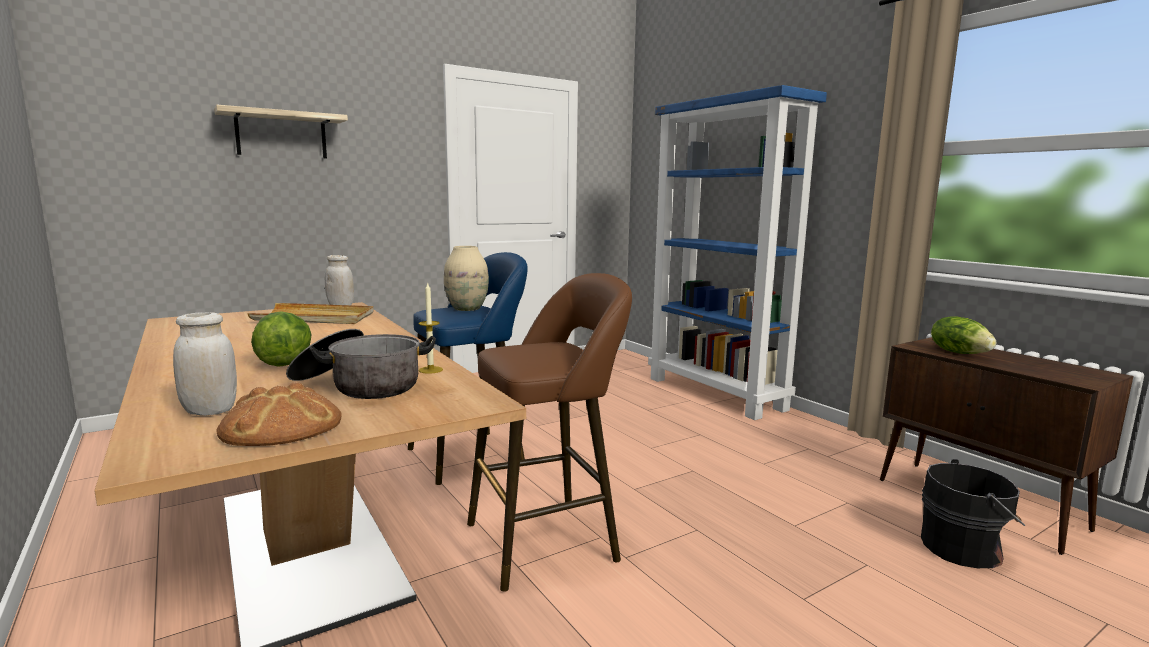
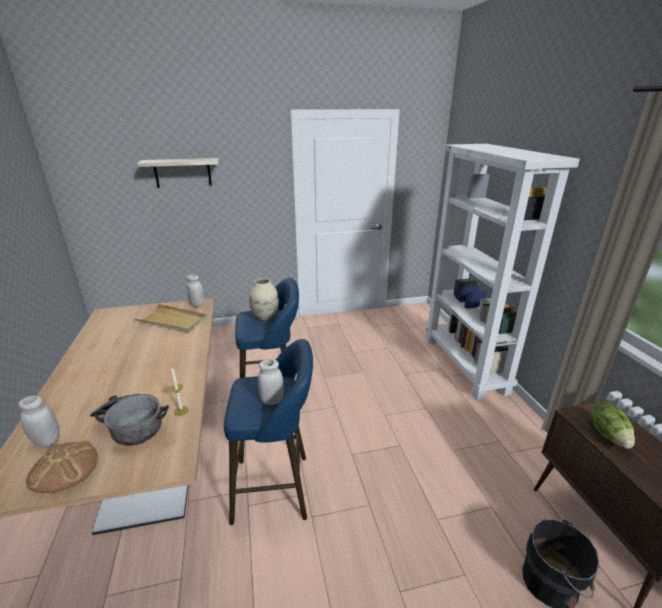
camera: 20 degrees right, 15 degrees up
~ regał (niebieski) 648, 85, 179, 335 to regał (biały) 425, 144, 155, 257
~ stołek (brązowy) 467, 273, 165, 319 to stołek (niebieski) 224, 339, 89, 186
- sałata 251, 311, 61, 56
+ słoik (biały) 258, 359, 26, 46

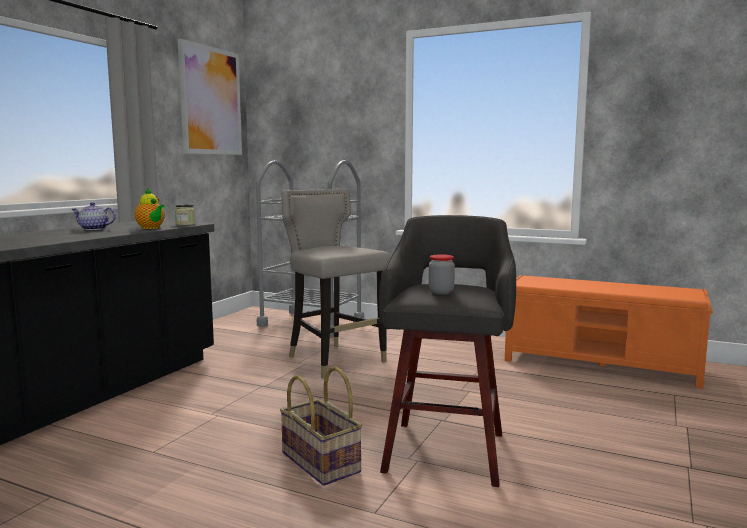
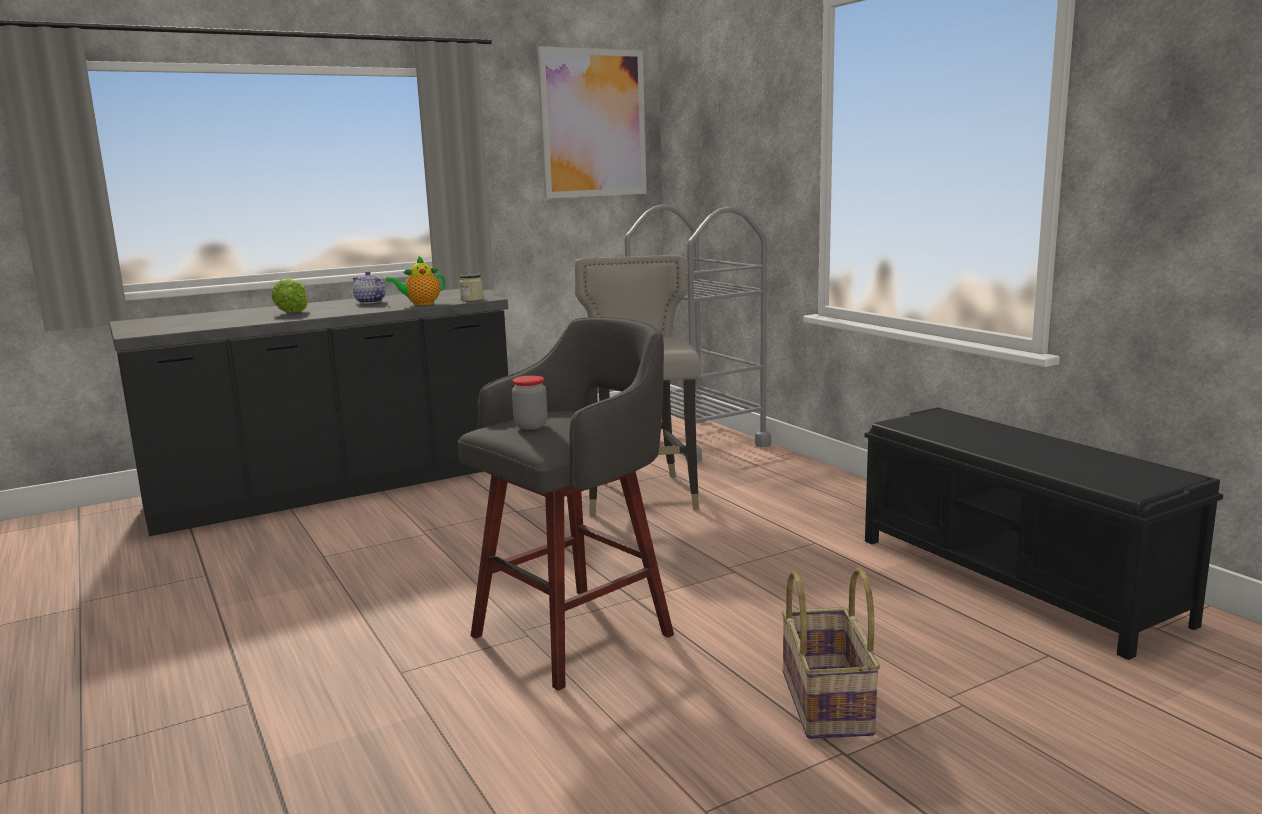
camera: 35 degrees right, 5 degrees up
~ imbryk 135, 188, 30, 41 = 386, 256, 60, 50 75 degrees clockwise
~ ławka (pomarańczowy) 505, 275, 208, 114 to ławka (czarny) 865, 407, 358, 253
~ koszyk 280, 366, 83, 120 to 781, 567, 99, 172
+ sałata 272, 279, 36, 34

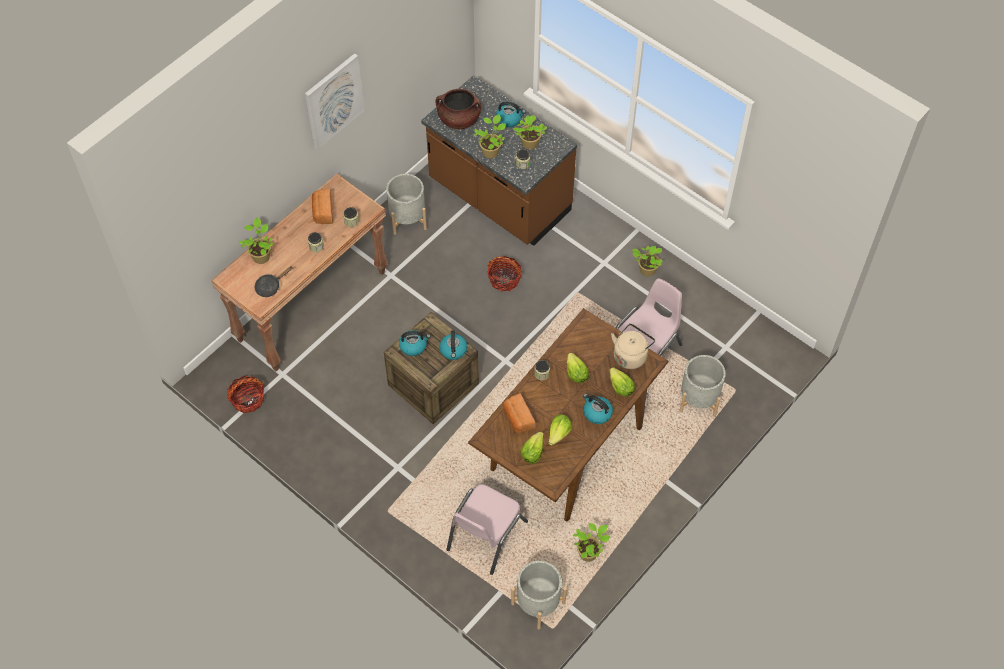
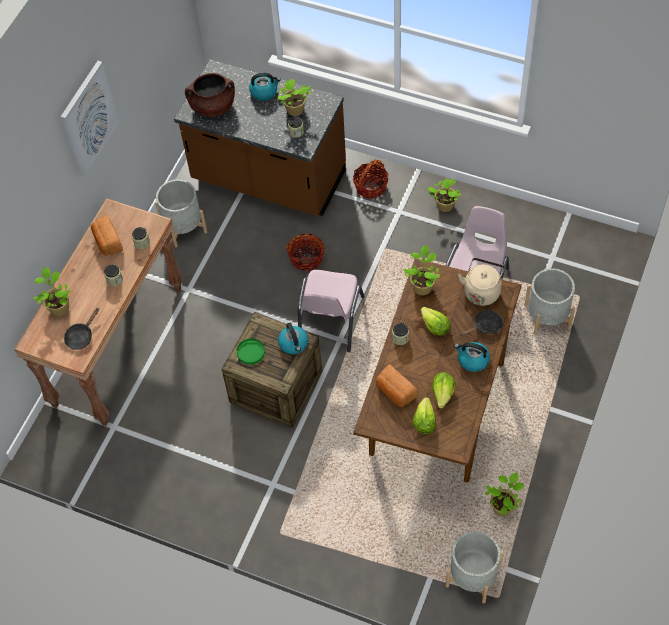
camera: 15 degrees left, 0 degrees up
~ roślina doniczkowa 474, 114, 32, 44 to 403, 245, 37, 50
~ czajnik 399, 330, 32, 26 to talerz (zielony) 237, 338, 28, 27
~ sałata 610, 367, 25, 29 to patelnia (czarny) 460, 310, 43, 26
~ koszyk 227, 375, 37, 38 to 353, 160, 36, 39
~ krzesło (różowy) 446, 484, 82, 91 to 298, 270, 67, 82

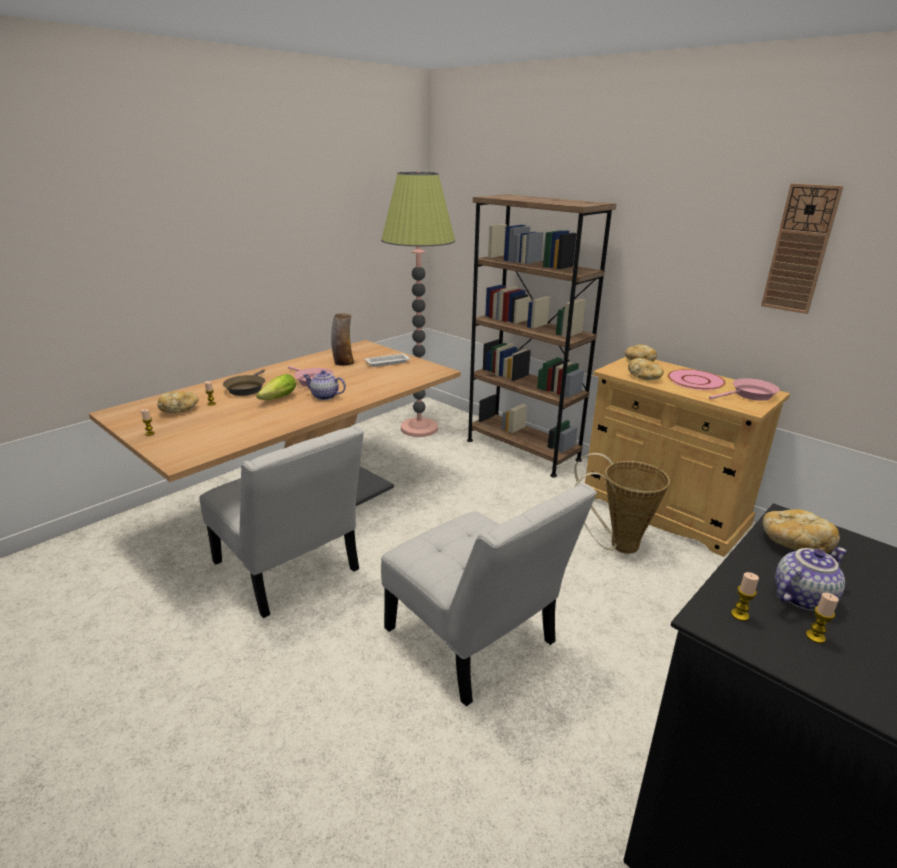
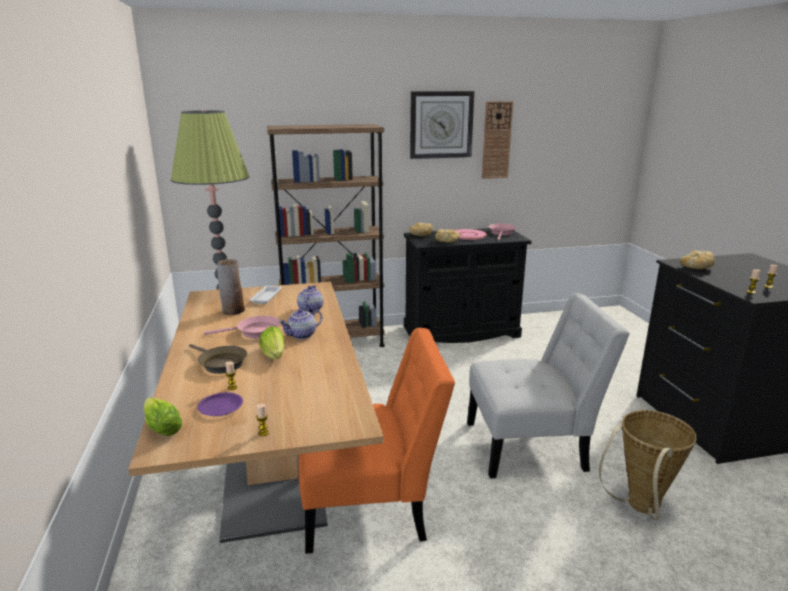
camera: 55 degrees left, 5 degrees down
~ szafka (beżowy) 583, 357, 207, 200 to szafka (czarny) 404, 228, 128, 115
~ chleb 157, 391, 42, 22 to talerz (fioletowy) 197, 392, 46, 24
~ krzesło (biały) 199, 425, 165, 193 to krzesło (pomarańczowy) 299, 328, 156, 226
~ koszyk 574, 453, 96, 101 to 599, 410, 98, 111
~ imbryk 775, 547, 71, 64 to 297, 285, 26, 28
+ zegar ścienny 410, 91, 64, 68
+ sałata 143, 397, 39, 39

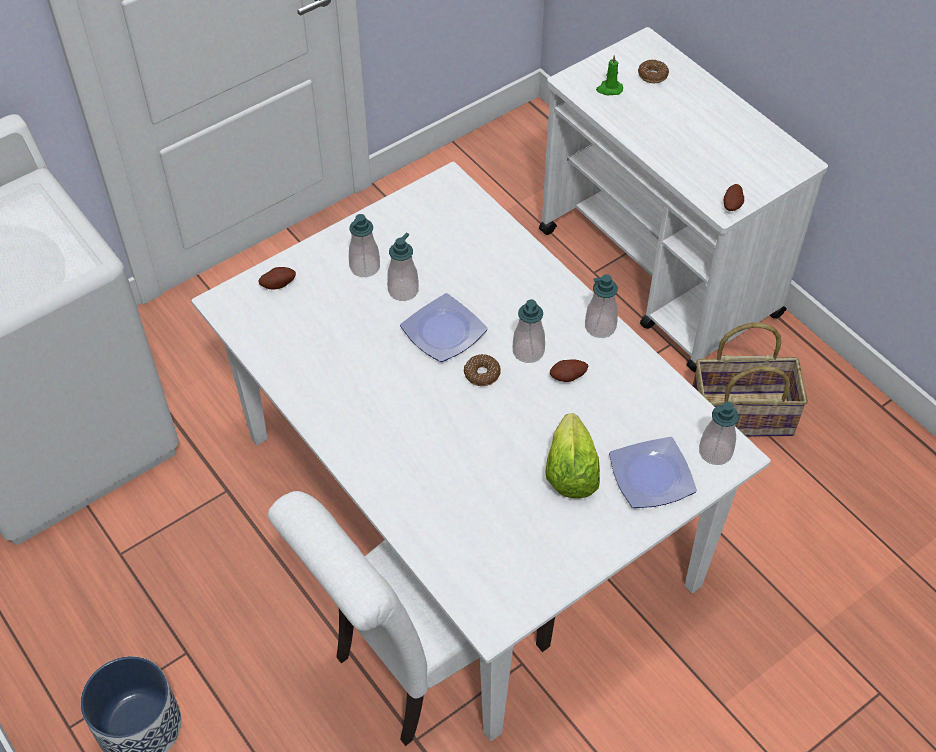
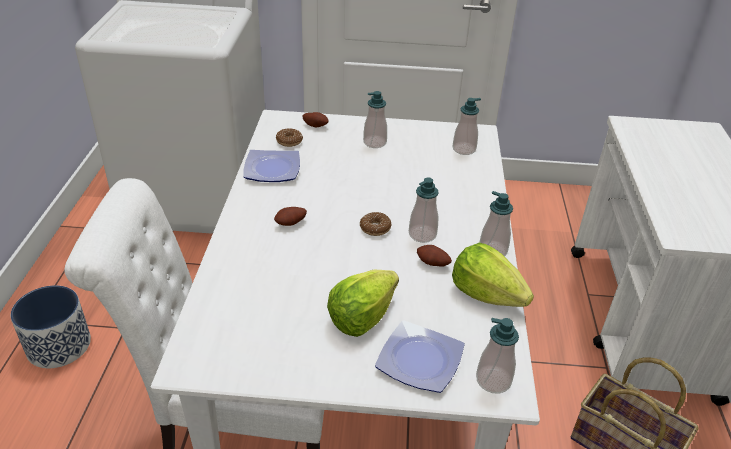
camera: 40 degrees right, 15 degrees down
- świeca (zielony) 596, 55, 27, 41
~ donut 638, 59, 31, 24 to 276, 128, 27, 19
~ ziemniak 724, 184, 20, 27 to 274, 207, 33, 19
~ dozownik mydła 387, 233, 32, 68 to 453, 98, 28, 57
~ talerz 400, 293, 88, 69 to 244, 150, 56, 32
+ sałata 452, 243, 82, 64

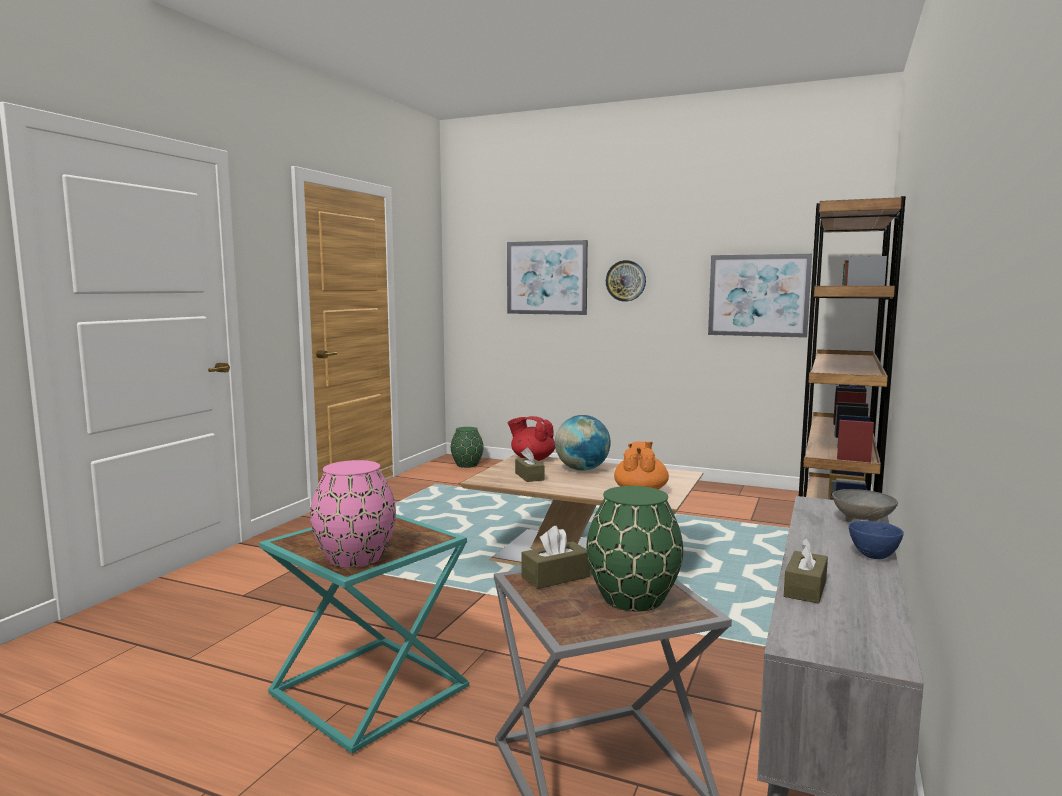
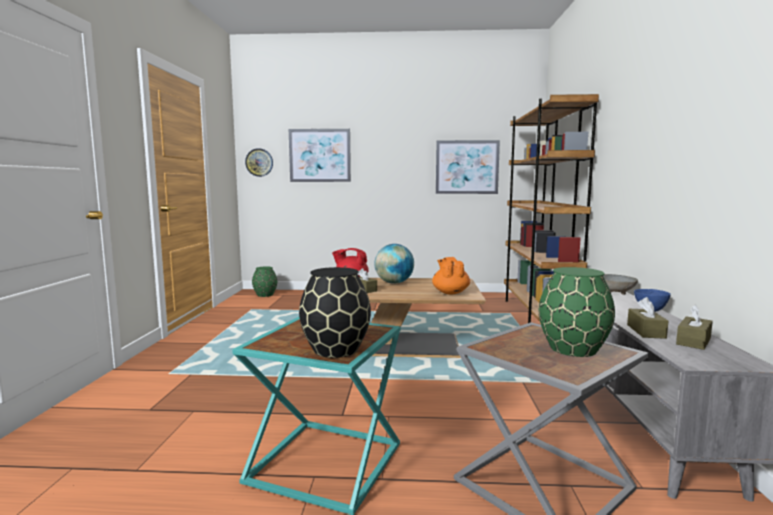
camera: 20 degrees left, 0 degrees up
~ zegar ścienny 606, 260, 40, 41 to 245, 148, 28, 29
~ wazon (różowy) 310, 460, 86, 108 to wazon (czarny) 299, 267, 72, 91
~ pudełko chusteczek (brązowy) 521, 526, 69, 63 to 676, 305, 37, 45

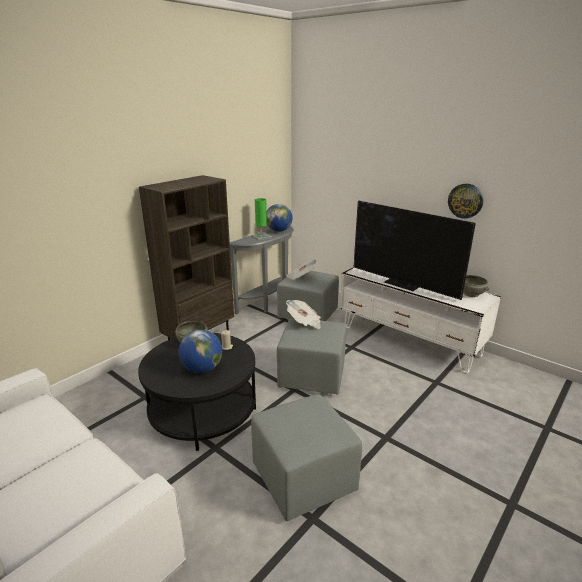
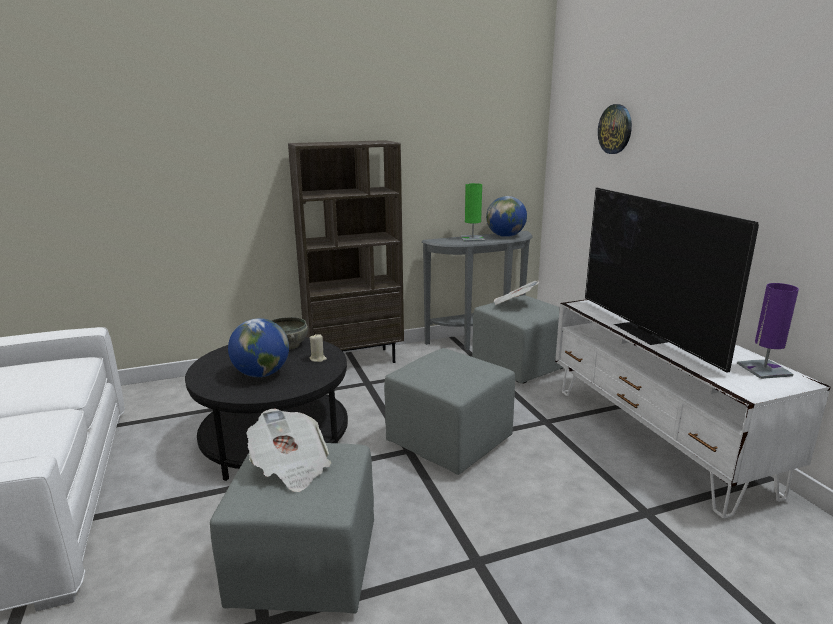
camera: 30 degrees right, 5 degrees down
~ zegar ścienny 448, 184, 35, 35 to 598, 104, 34, 50
~ miska (szary) 463, 275, 26, 22 to lampa stołowa (fioletowy) 737, 283, 62, 96
~ gazeta 286, 300, 35, 29 to 246, 408, 85, 84

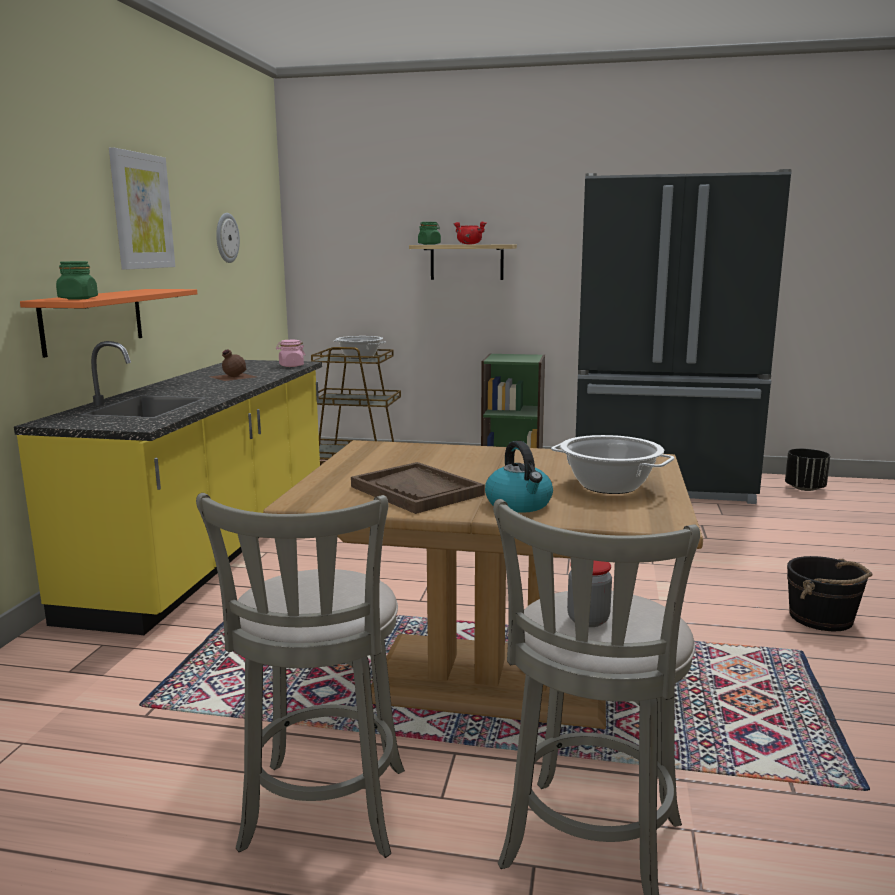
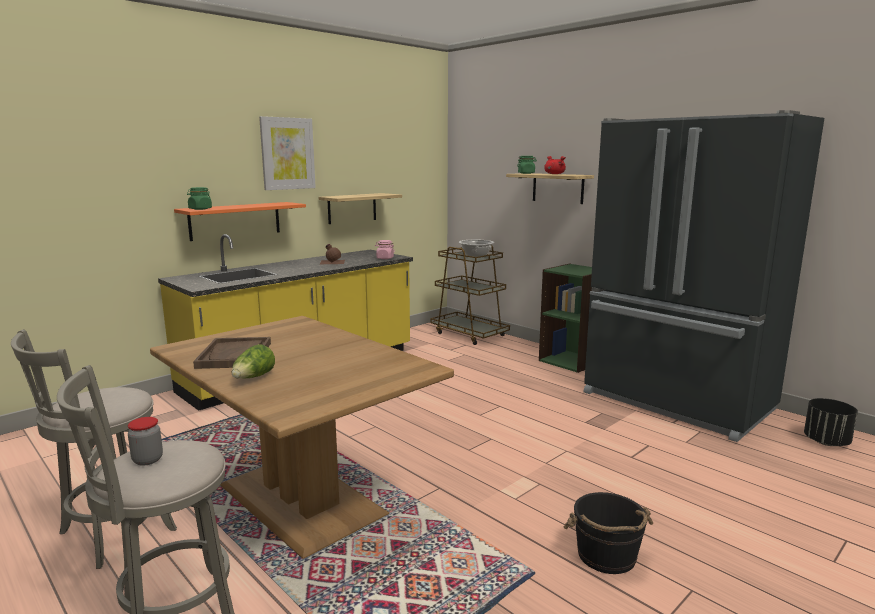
camera: 35 degrees right, 0 degrees up
- zegar ścienny 216, 213, 24, 50
- garnek 551, 435, 124, 59
~ czajnik 485, 441, 68, 72 to sałata 232, 344, 43, 34
+ półka 319, 193, 83, 31

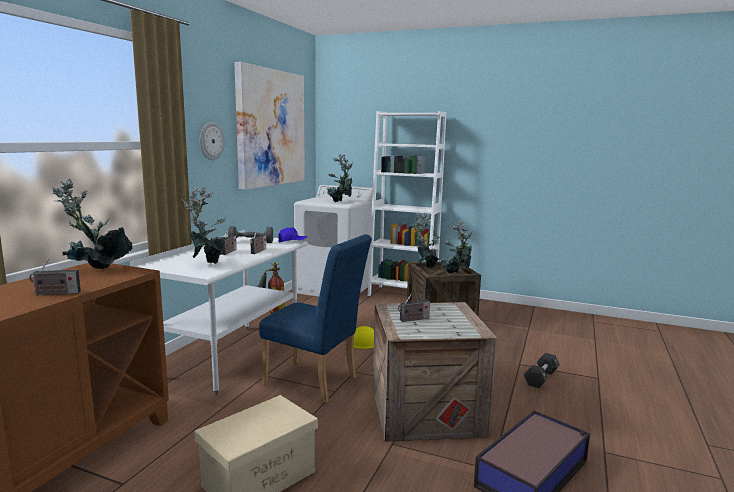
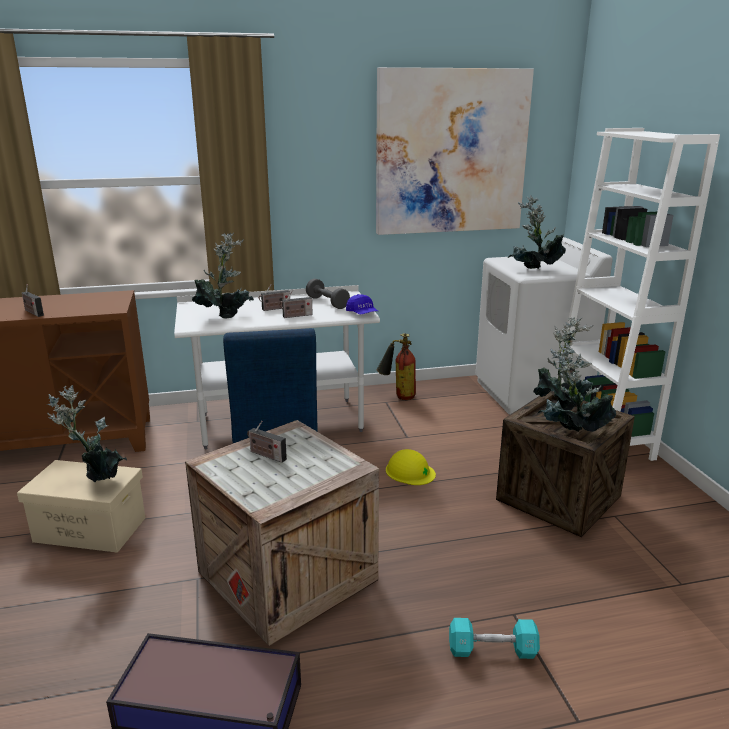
camera: 55 degrees right, 10 degrees up
- zegar ścienny 200, 122, 25, 38
~ roślina doniczkowa 52, 179, 81, 90 to 47, 385, 80, 97
~ hantel (czarny) 524, 353, 36, 35 to hantel (turkusowy) 449, 618, 91, 41

